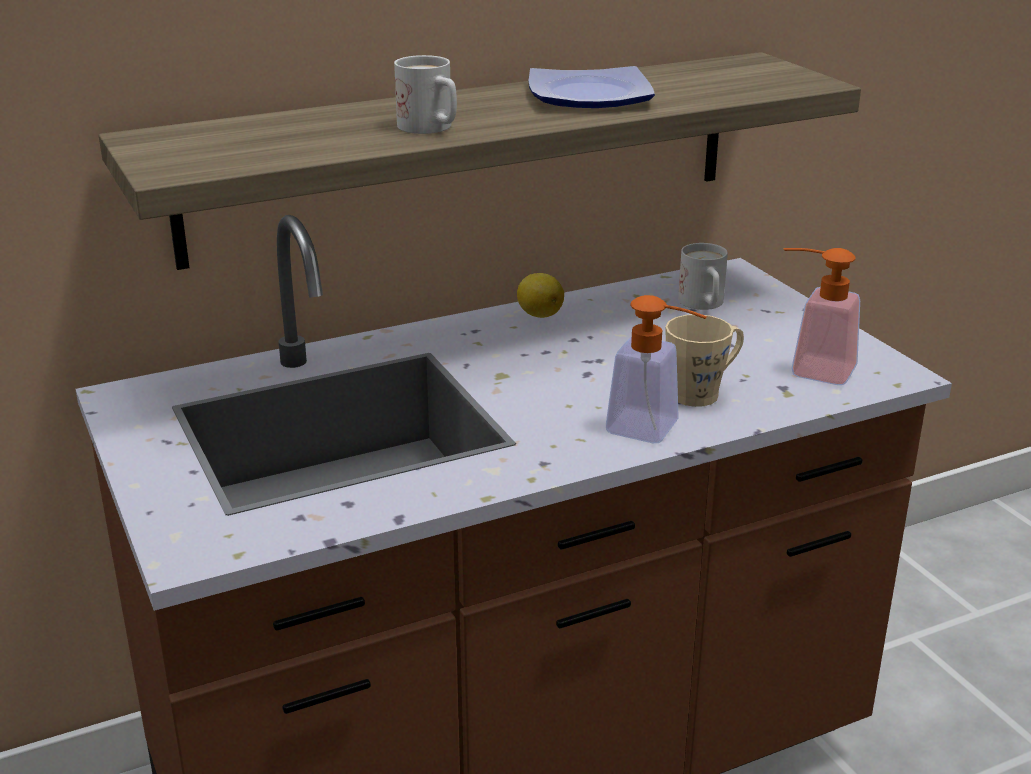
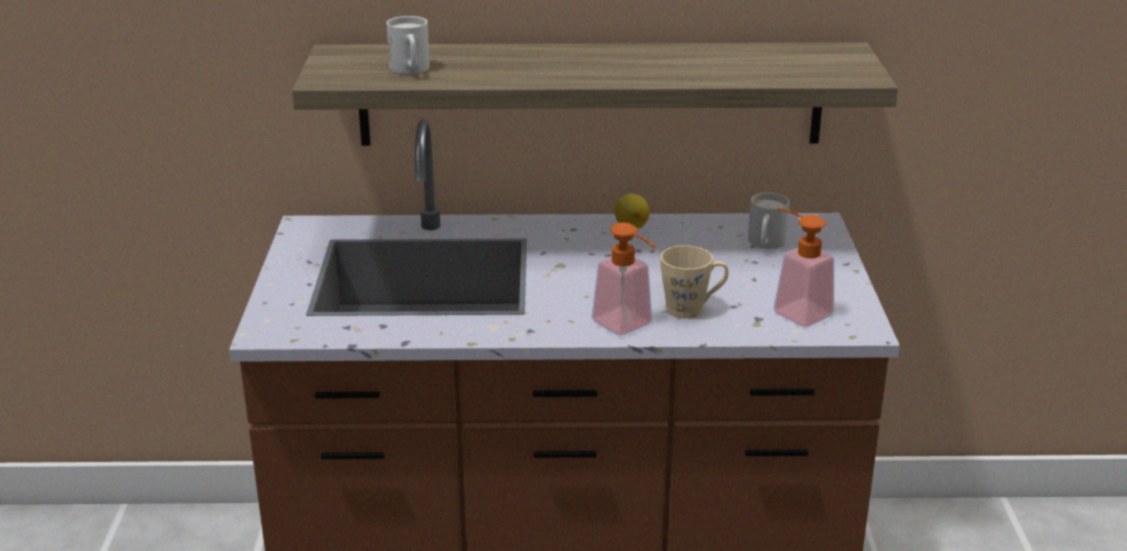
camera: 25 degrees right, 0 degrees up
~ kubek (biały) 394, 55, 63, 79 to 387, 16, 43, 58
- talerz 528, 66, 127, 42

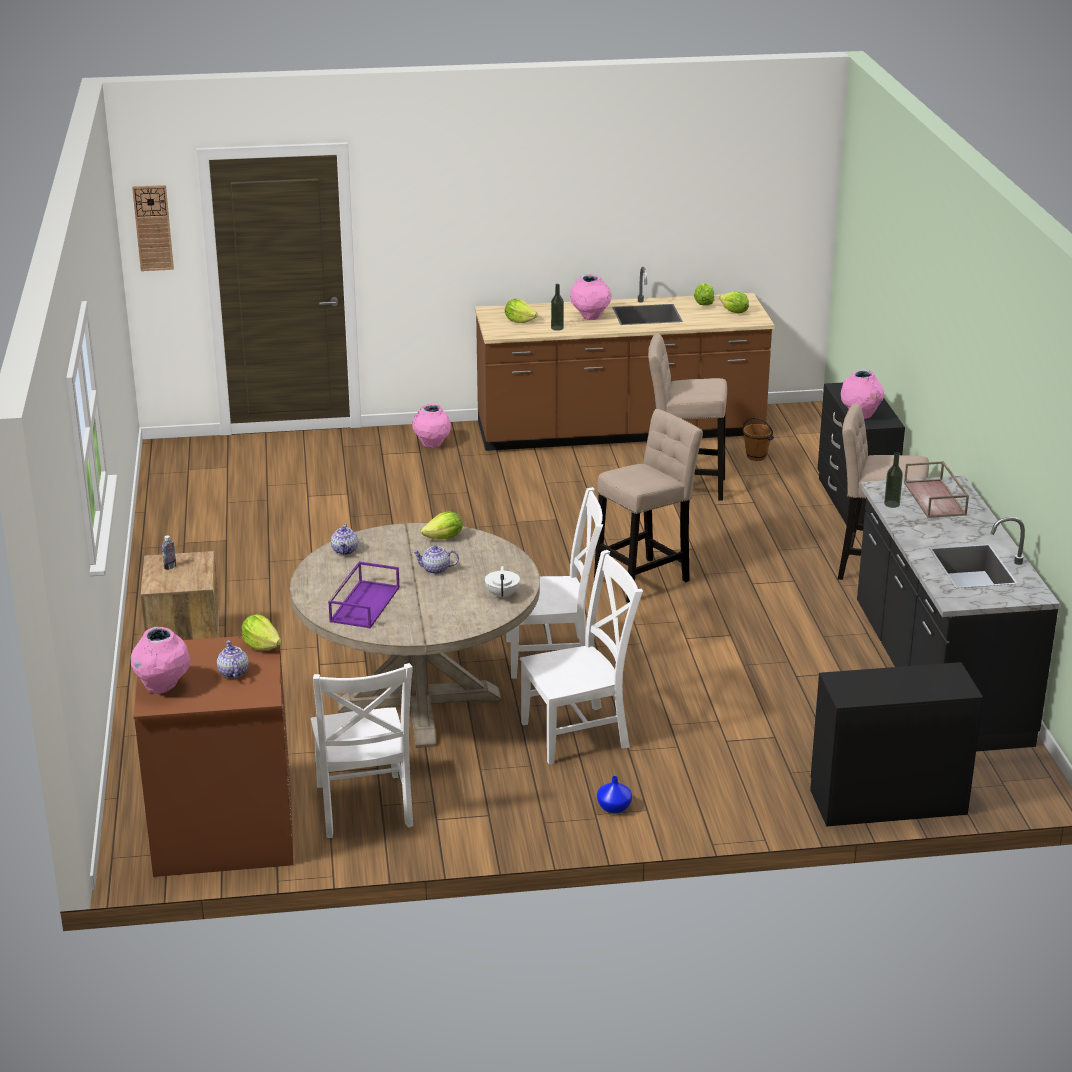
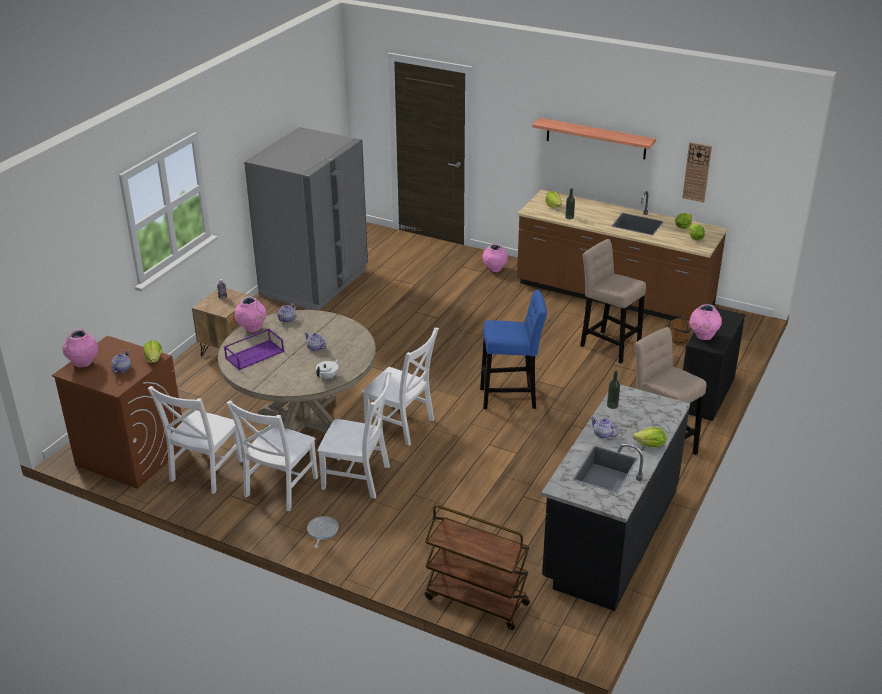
camera: 35 degrees right, 5 degrees up
~ zegar ścienny 132, 185, 42, 86 to 682, 142, 30, 60
~ wazon (różowy) 570, 275, 41, 45 to 235, 296, 31, 37
~ stołek (beżowy) 594, 409, 109, 194 to stołek (niebieski) 480, 289, 67, 120
- taca (brązowy) 904, 461, 65, 57
~ sałata 421, 512, 42, 28 to 633, 427, 34, 20
~ komoda (czarny) 810, 662, 173, 164 to wózek (brązowy) 424, 505, 106, 125
~ wazon (niebieski) 597, 776, 35, 38 to patelnia 307, 516, 31, 32
+ półka 532, 118, 124, 41
+ lodówka (szary) 244, 127, 124, 183
+ krzesło (biały) 226, 400, 92, 111
+ imbryk 590, 416, 29, 23

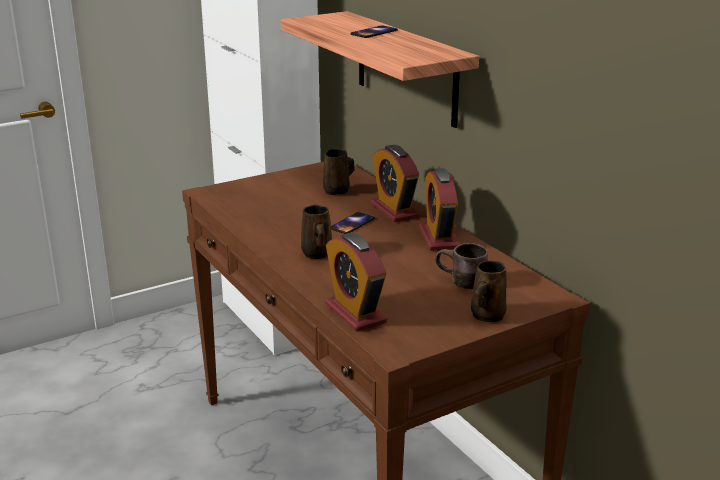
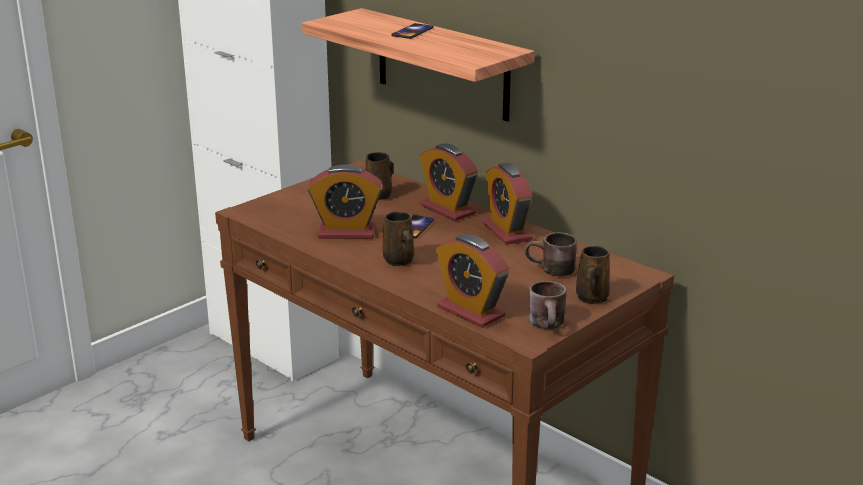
camera: 15 degrees left, 0 degrees up
+ budzik 308, 164, 75, 75
+ kubek (brązowy) 529, 281, 38, 48

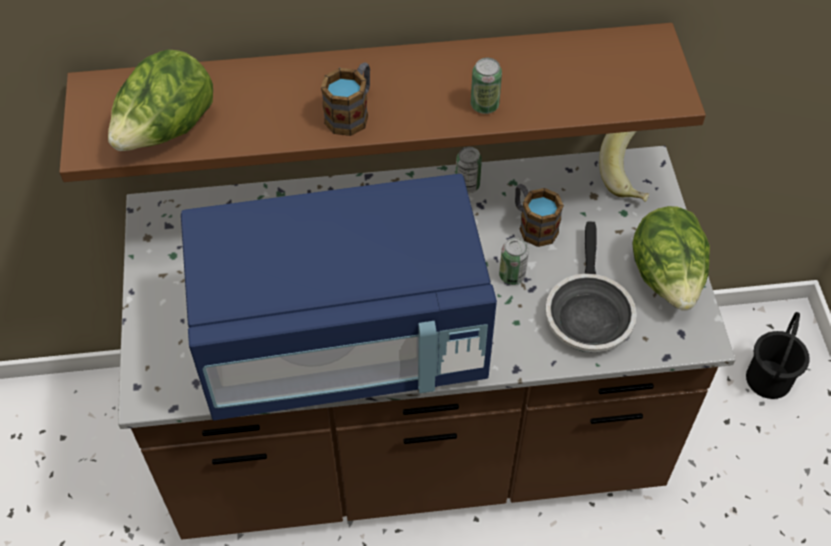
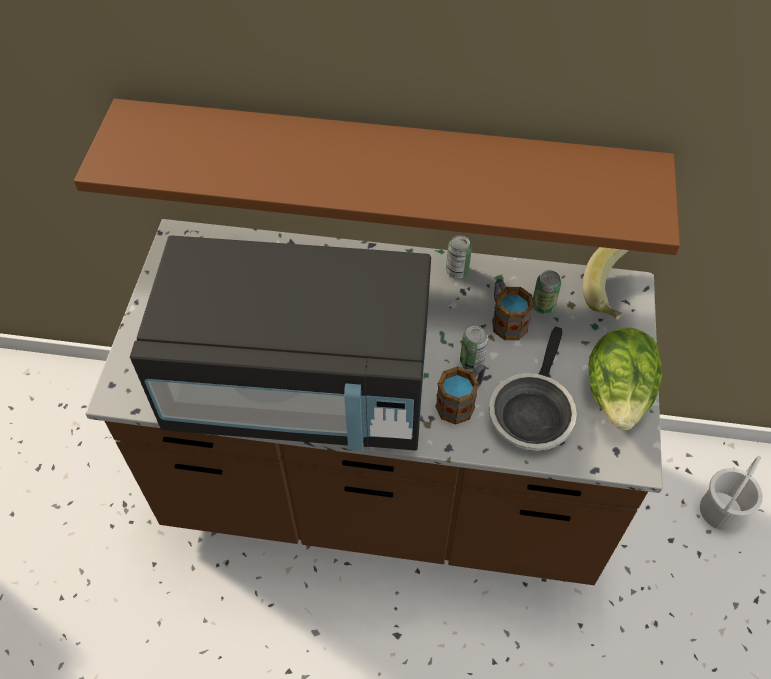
camera: 15 degrees right, 0 degrees up
- sałata 108, 49, 105, 102
~ puszka 471, 58, 31, 56 to 533, 270, 28, 44
~ kubek 321, 62, 49, 74 to 435, 364, 50, 61
~ mikrofalówka (niebieski) 181, 174, 316, 246 to mikrofalówka (czarny) 130, 235, 301, 216
~ wiadro (czarny) 746, 312, 64, 87 to wiadro (biały) 700, 456, 63, 75

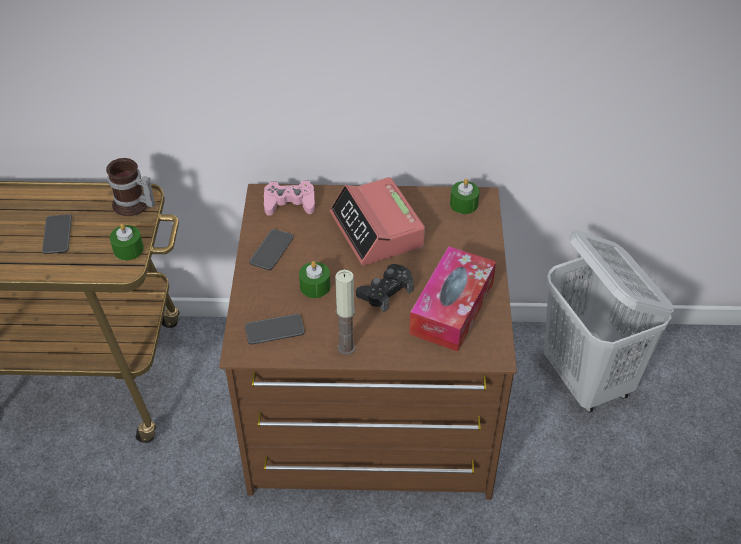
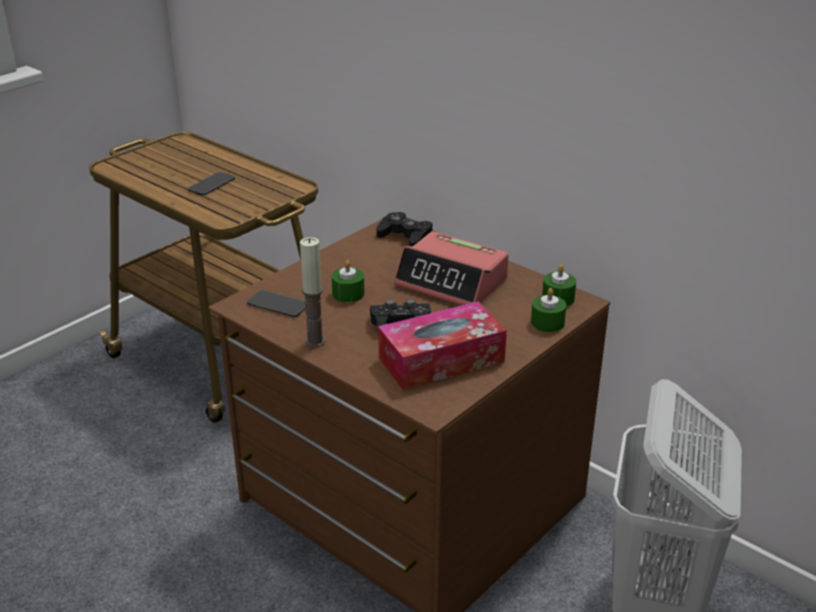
camera: 40 degrees right, 15 degrees down
- kubek 106, 158, 49, 58
~ budzik 330, 177, 95, 89 = 394, 231, 115, 75 75 degrees counterclockwise
~ pad do gier (różowy) 264, 180, 51, 36 to pad do gier (czarny) 377, 212, 56, 35
~ świeca (zielony) 110, 223, 34, 37 to 531, 288, 35, 44
- telefon 249, 229, 45, 41

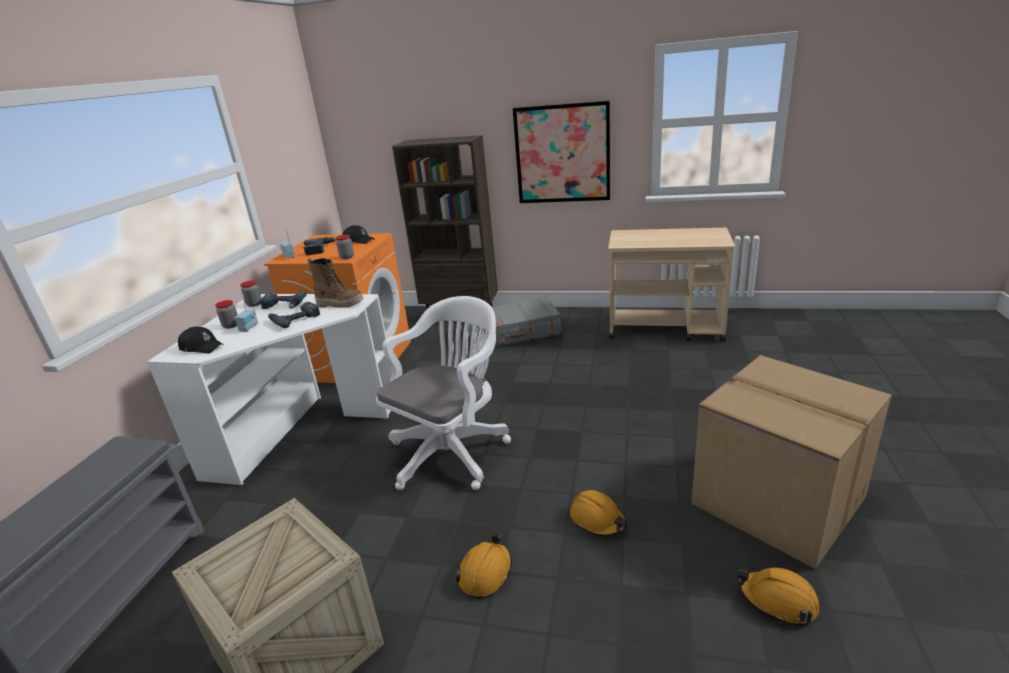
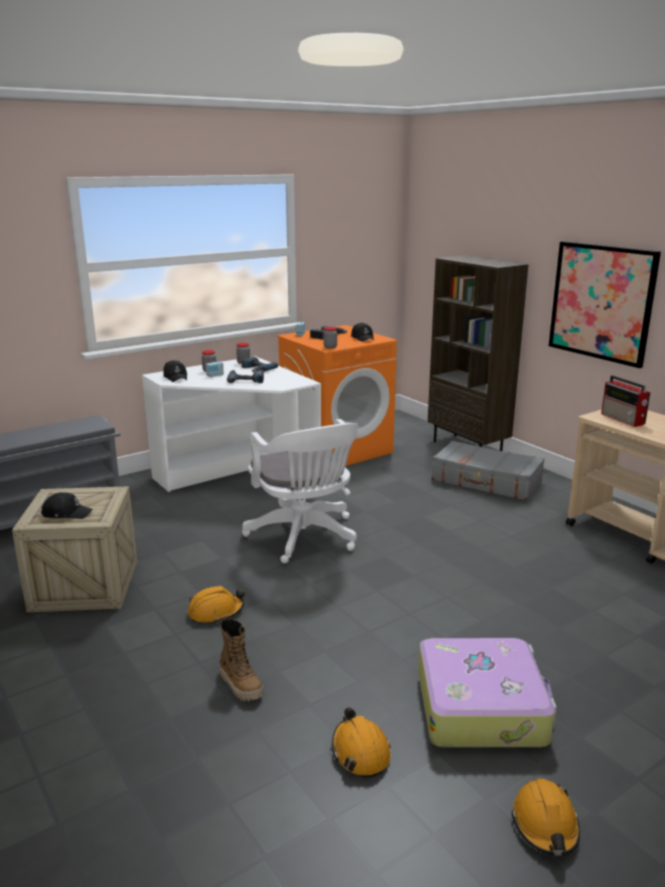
camera: 40 degrees right, 5 degrees down
~ but z cholewką 307, 258, 57, 50 to 219, 615, 45, 86
~ krzesło biurowe (biały) 376, 296, 135, 194 = 242, 419, 116, 145 75 degrees clockwise
~ karton 691, 355, 201, 214 to walizka 418, 638, 139, 109
~ kask (pomarańczowy) 570, 490, 57, 47 to 512, 779, 68, 76
+ radio 601, 375, 49, 52
+ czapka z daszkiem (czarny) 41, 492, 52, 27

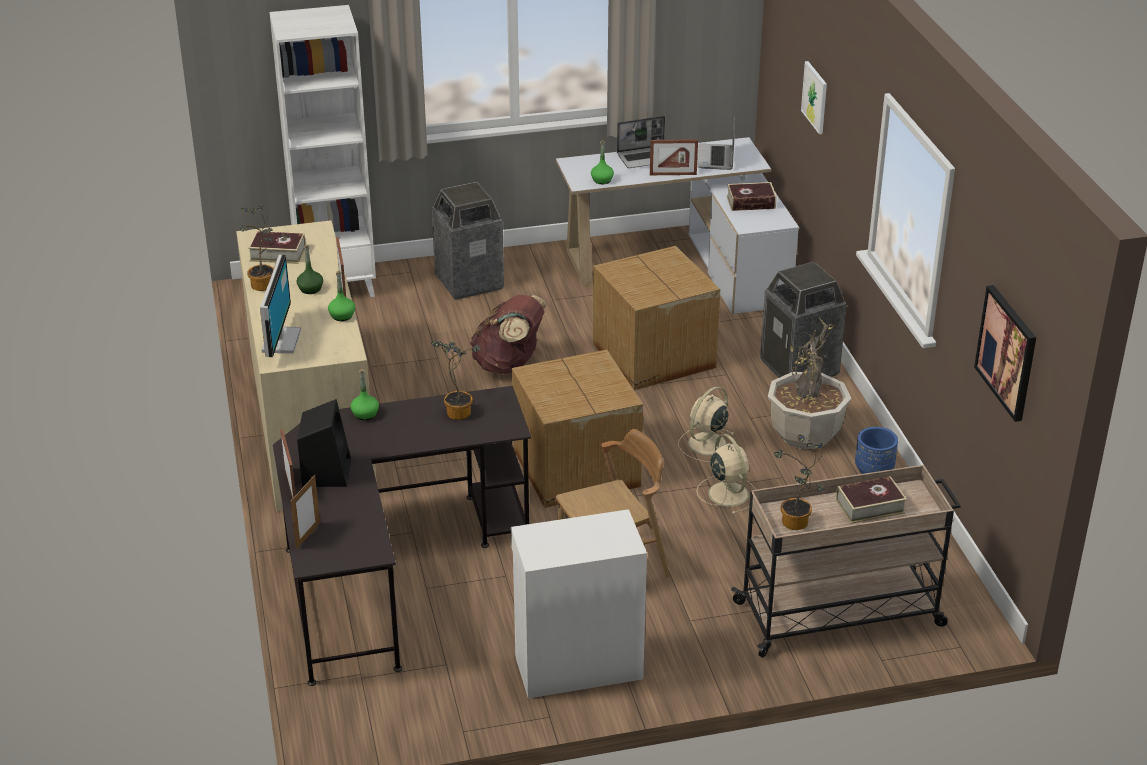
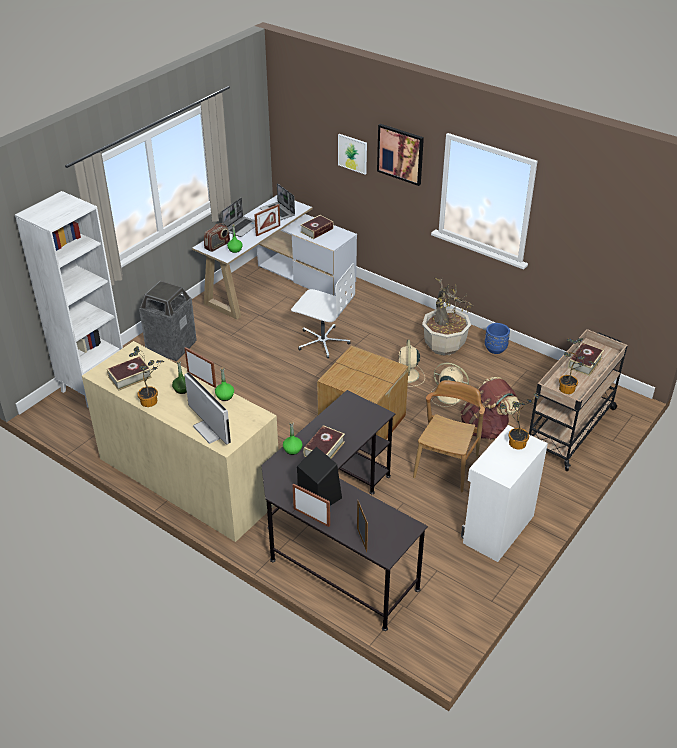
camera: 40 degrees left, 5 degrees up
~ karton 593, 246, 127, 144 to krzesło biurowe (biały) 291, 263, 64, 96
- kosz na śmieci 760, 262, 87, 116
~ obraz 974, 285, 62, 137 to 377, 124, 47, 62
~ plecak (brązowy) 470, 294, 77, 80 to 461, 377, 59, 63
~ roślina doniczkowa 431, 341, 50, 79 to 500, 394, 40, 55
+ radio 204, 223, 26, 29
+ książka 303, 425, 42, 34

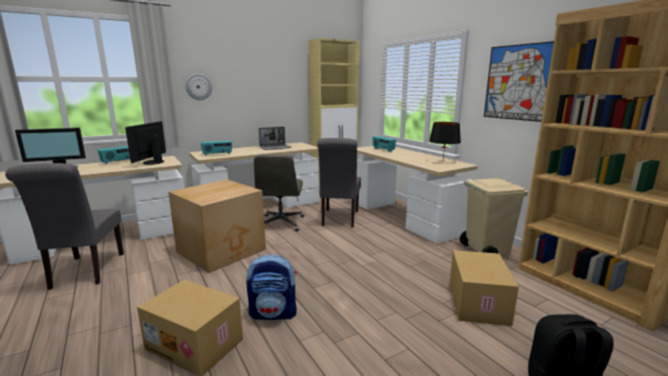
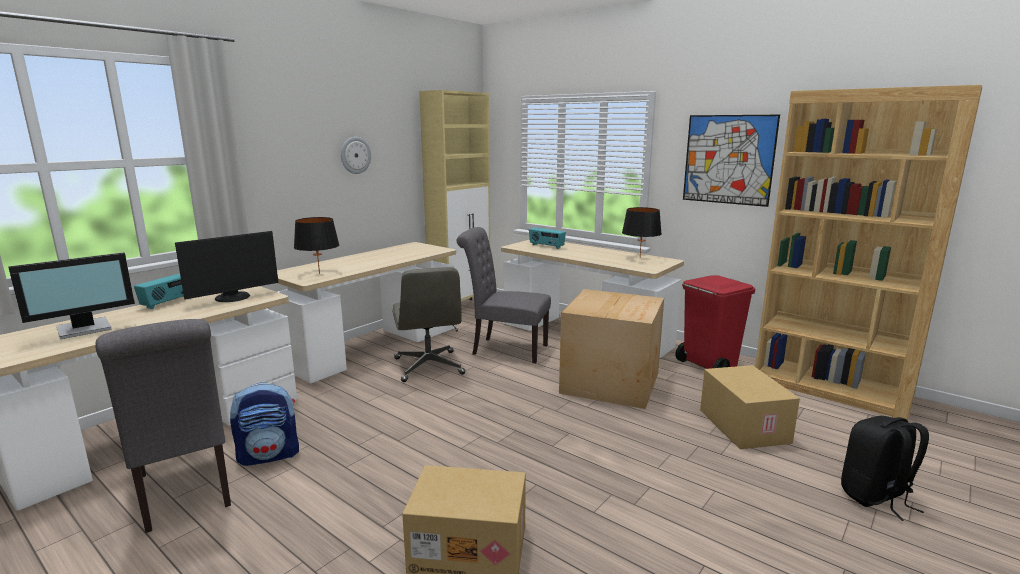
camera: 20 degrees left, 0 degrees up
~ zegar ścienny 186, 74, 26, 26 to 341, 137, 30, 37
~ monitor 125, 121, 41, 44 = 175, 231, 103, 71 120 degrees counterclockwise
- laptop 259, 127, 32, 23
~ krzesło (szary) 317, 138, 44, 90 = 456, 227, 95, 136 120 degrees clockwise
~ radio 201, 141, 31, 15 to lampa stołowa (czarny) 294, 217, 45, 57
~ kosz na śmieci (beżowy) 460, 178, 68, 80 to kosz na śmieci (czerwony) 675, 275, 80, 94
~ karton 168, 179, 98, 94 to 559, 289, 105, 120
~ plecak 246, 254, 51, 66 to 230, 383, 69, 83

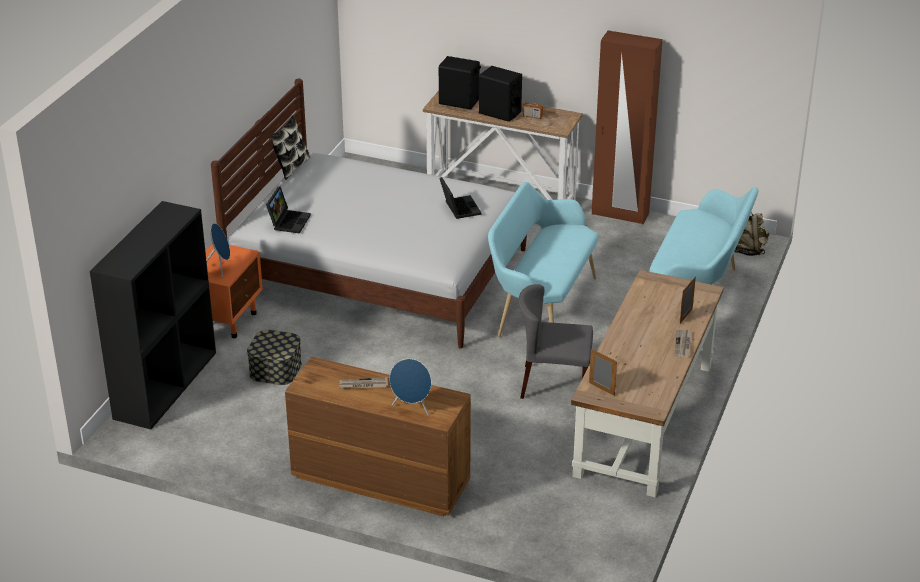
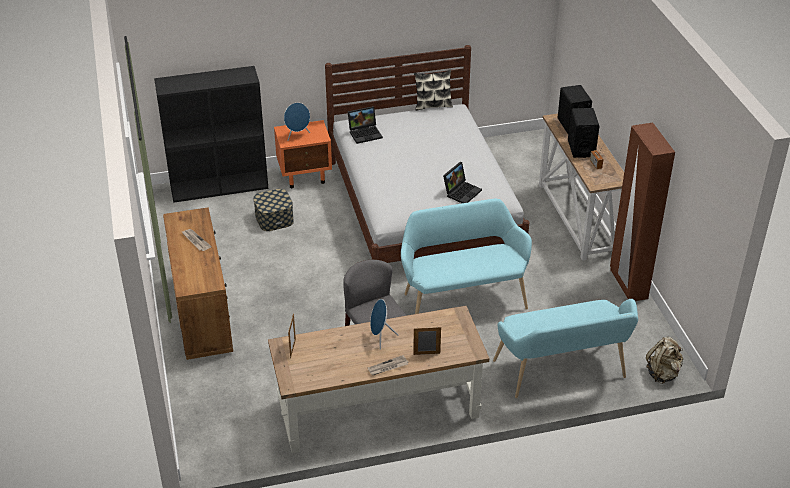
camera: 55 degrees right, 5 degrees up
~ głośnik (niebieski) 390, 359, 41, 57 to 370, 299, 29, 51

